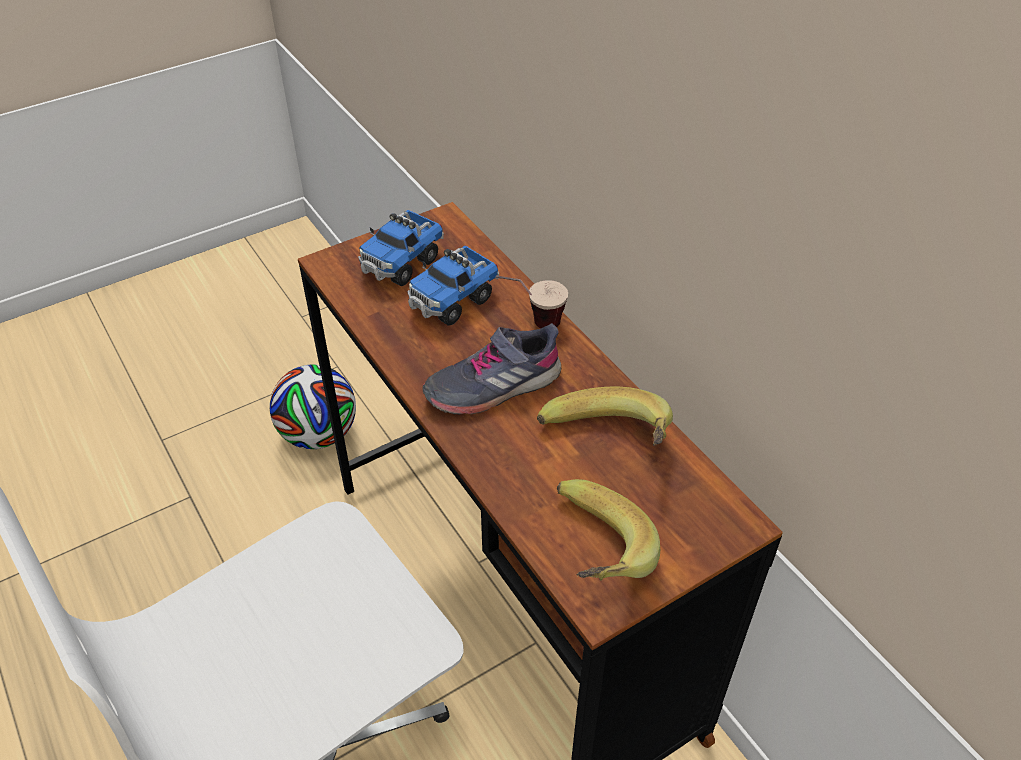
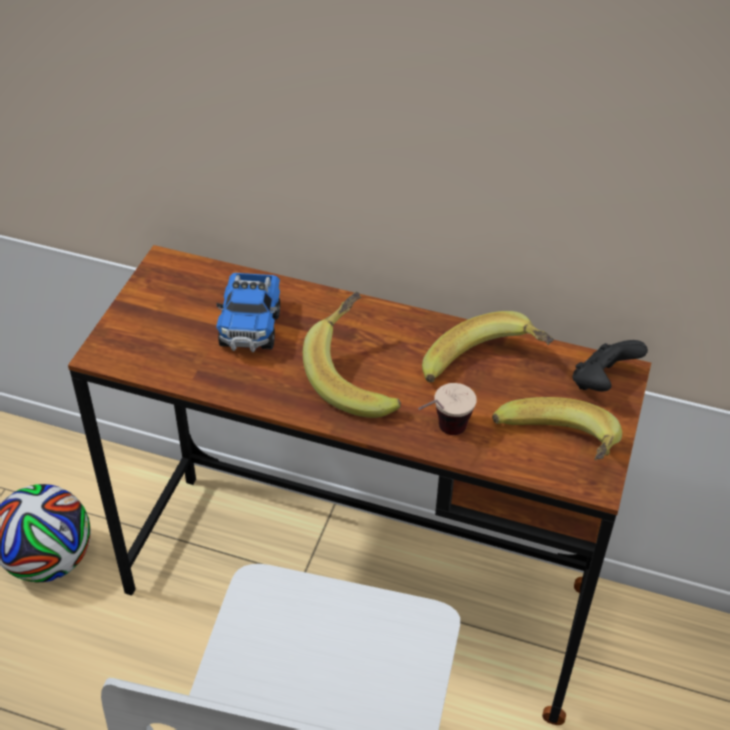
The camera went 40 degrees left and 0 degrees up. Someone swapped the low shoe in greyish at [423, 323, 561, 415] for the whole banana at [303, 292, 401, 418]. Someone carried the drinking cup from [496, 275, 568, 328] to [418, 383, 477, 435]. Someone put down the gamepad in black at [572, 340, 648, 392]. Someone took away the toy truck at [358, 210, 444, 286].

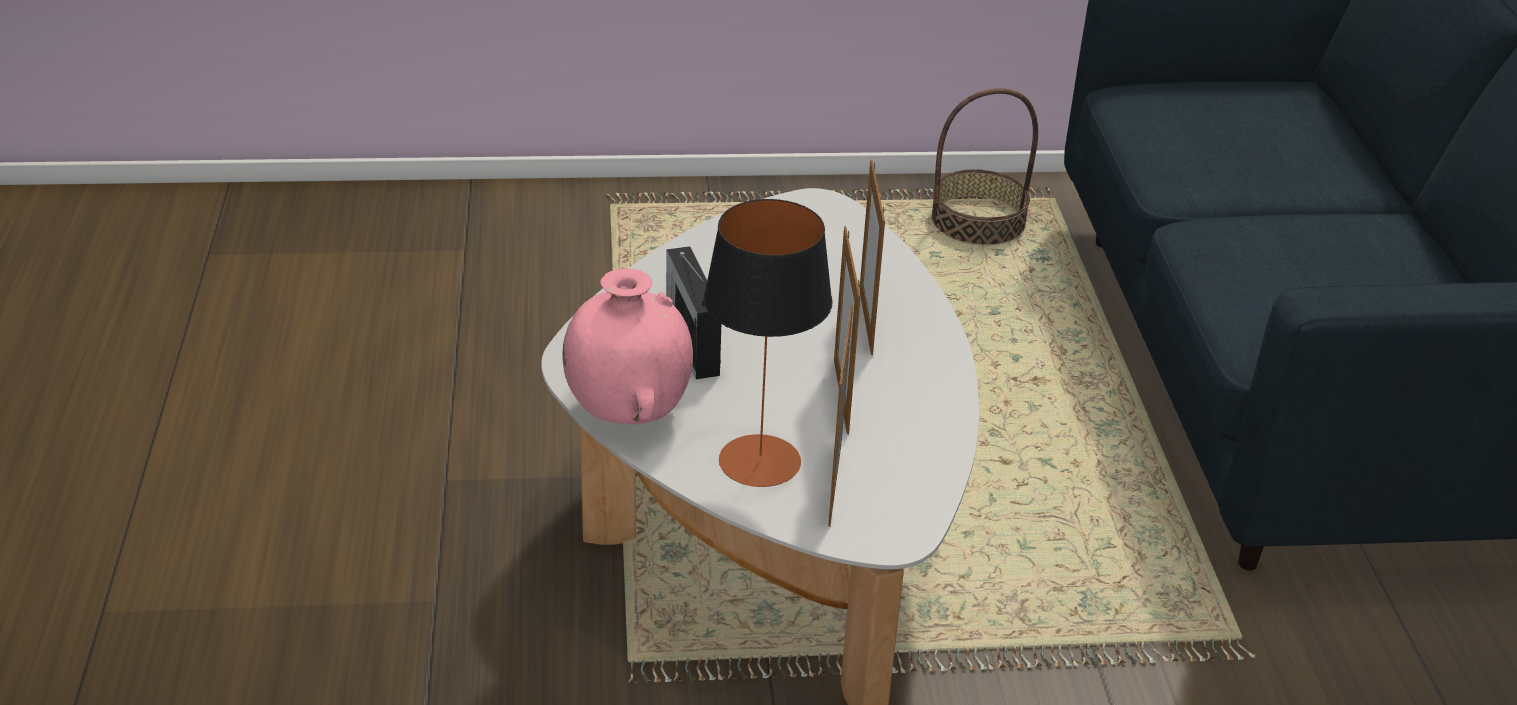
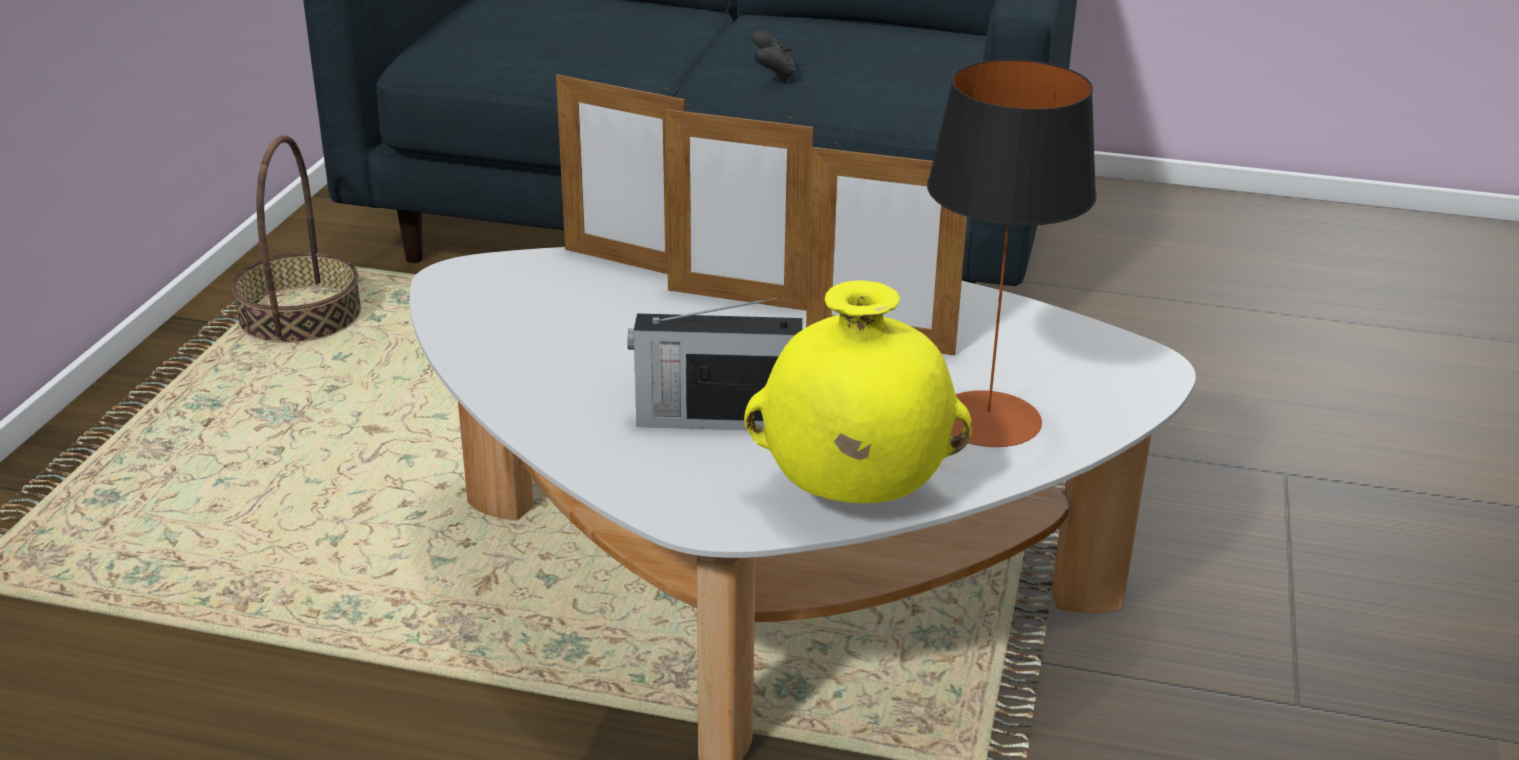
The camera went 70 degrees left and 5 degrees down. Someone carried the photo frame from [828, 306, 853, 527] to [556, 71, 686, 274]. Someone repainted the decorative vase in pink at [563, 268, 693, 425], which became the decorative vase in yellow-coloured at [744, 281, 972, 503]. Someone put down the gamepad in black at [751, 31, 796, 83].

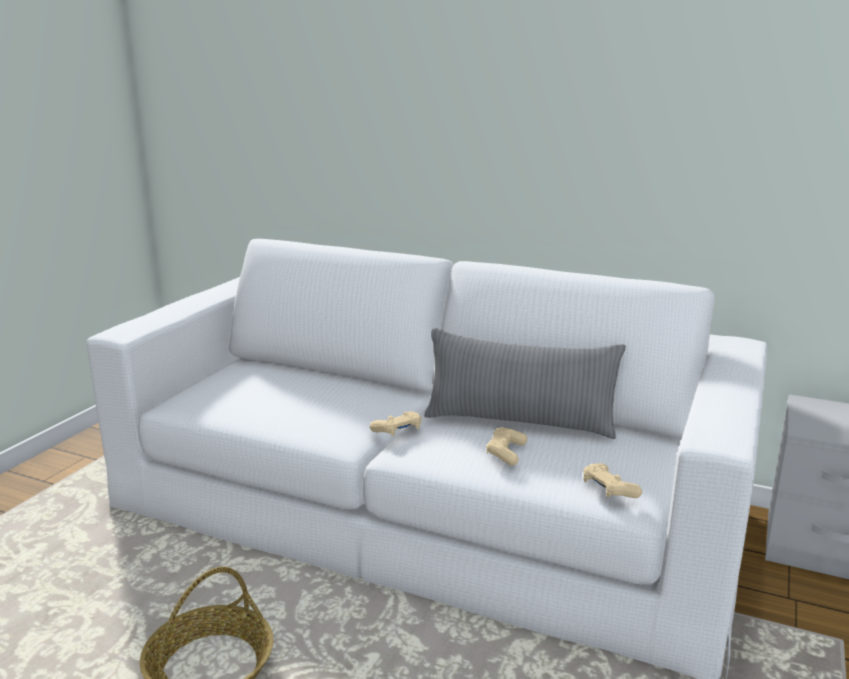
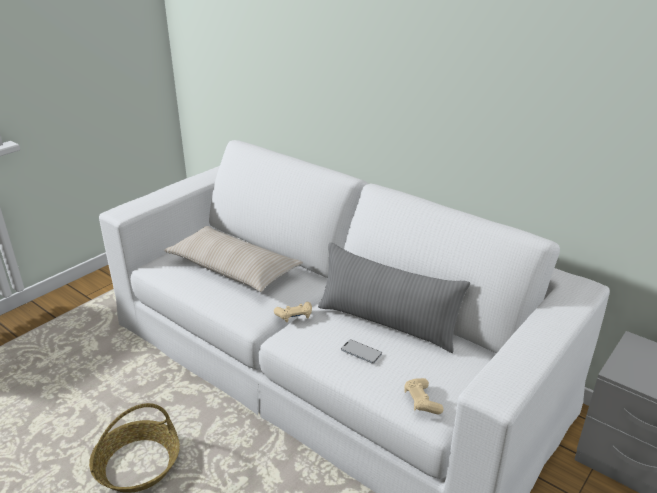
The camera went 15 degrees right and 10 degrees up. Someone put down the throw pillow in sand-coloured at [164, 226, 303, 292]. Someone swapped the gamepad in sand-coloured at [486, 427, 527, 465] for the handset at [341, 339, 382, 364].

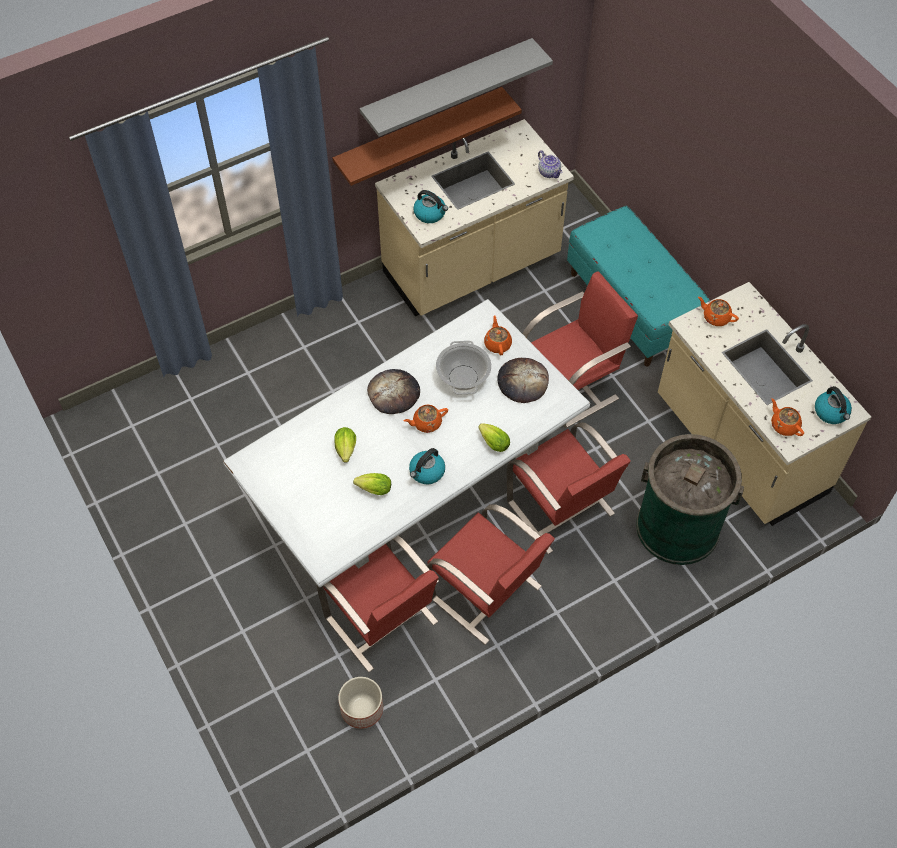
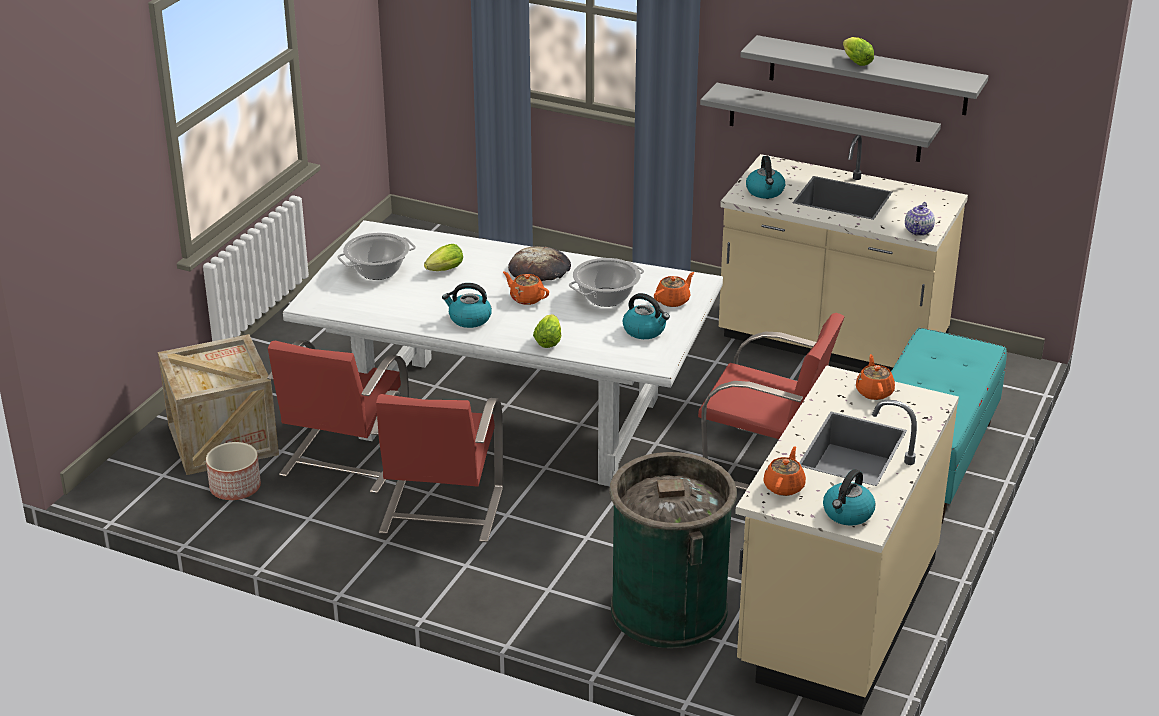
The camera went 55 degrees right and 25 degrees down. Someone put down the shipping crate at [158, 334, 279, 475]. Someone put down the cooking pot at [337, 233, 416, 280]. Someone swapped the baked bread at [498, 358, 549, 403] for the kettle at [623, 293, 670, 339]. Someone repainted the bracket shelf in brownish at [333, 87, 522, 186], which became the bracket shelf in greyish at [700, 83, 941, 162]. Someone carried the head of lettuce from [353, 473, 391, 495] to [843, 37, 874, 66]. Someone took away the upright chair in reddish at [507, 422, 631, 554].

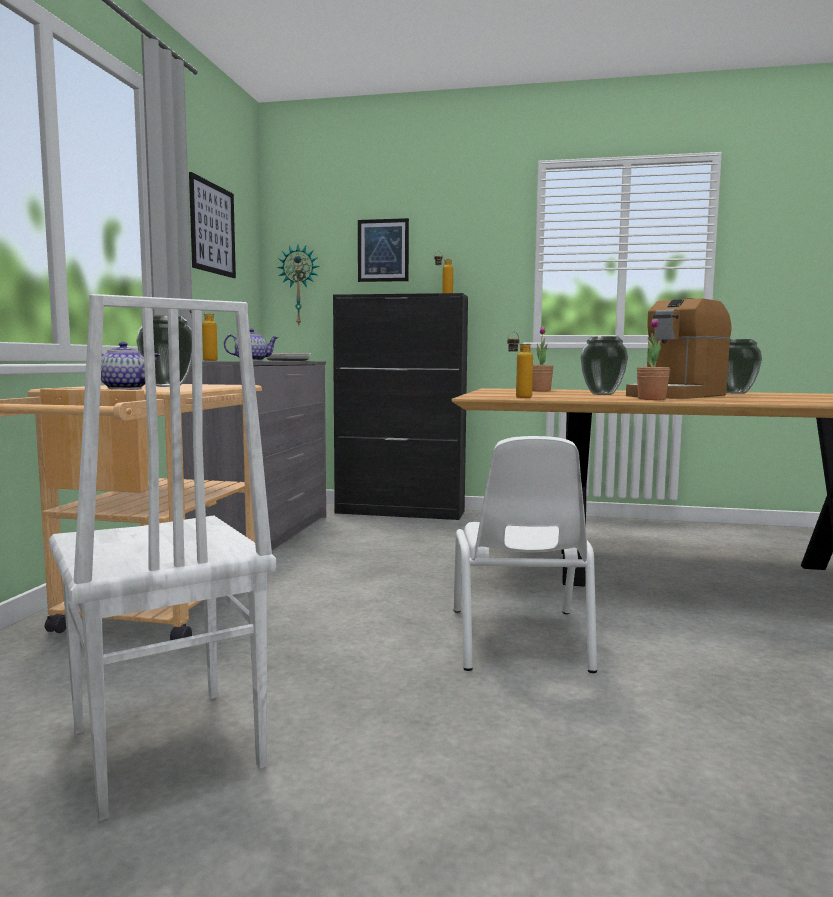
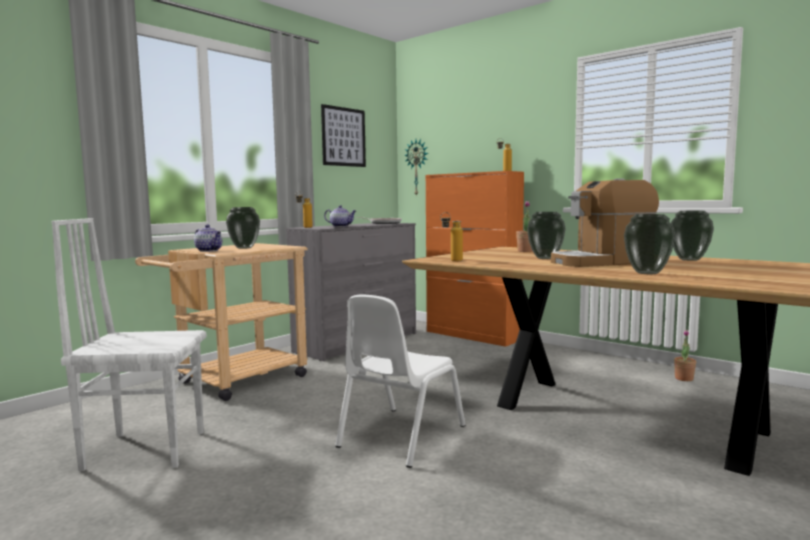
The camera went 30 degrees right and 0 degrees up. Someone rotated the upright chair in whitish at [49, 294, 276, 821] by 90 degrees clockwise. Someone repainted the storage cabinet in black at [333, 293, 468, 520], which became the storage cabinet in orangey at [426, 171, 524, 347]. Someone put down the decorative vase at [624, 214, 675, 274]. Someone carried the potted plant from [637, 318, 670, 400] to [674, 330, 696, 381]. Someone took away the picture at [358, 218, 409, 282].

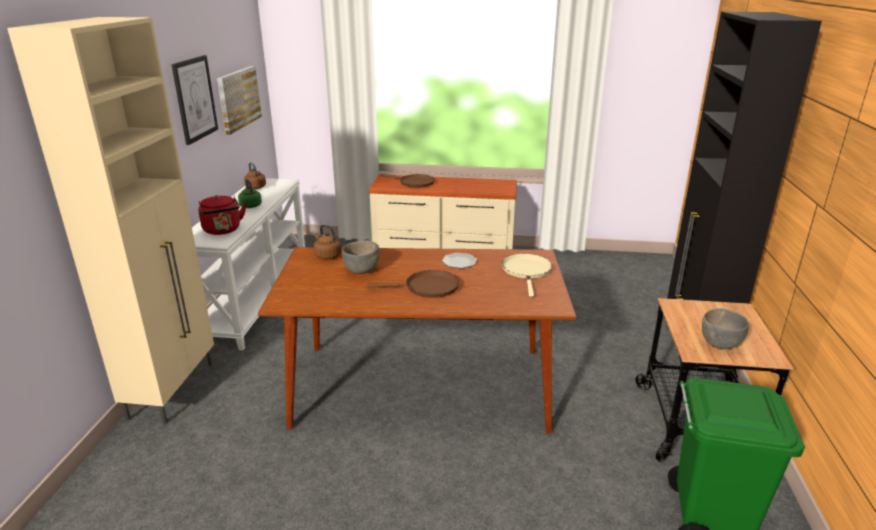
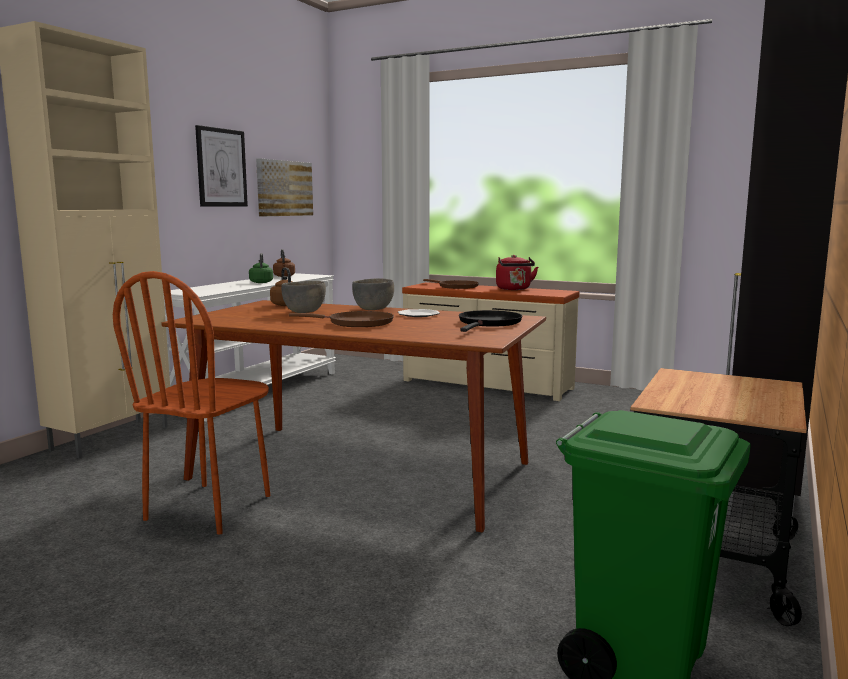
The camera went 20 degrees right and 15 degrees down. Someone put down the upright chair in brownish at [113, 271, 270, 534]. Someone carried the deep dish in greyish from [702, 308, 749, 349] to [352, 278, 394, 310]. Someone repainted the pan in sand-coloured at [502, 254, 552, 296], which became the pan in black at [459, 310, 522, 332]. Someone carried the kettle in reddish from [199, 195, 246, 235] to [496, 255, 538, 290].

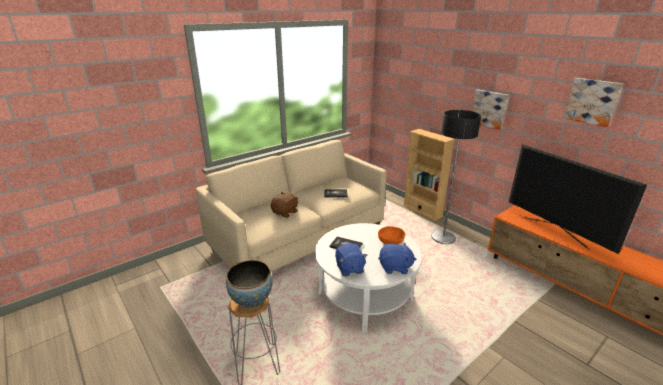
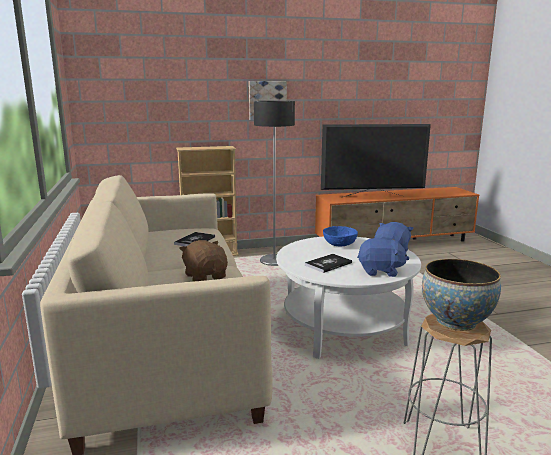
The camera went 65 degrees left and 10 degrees down. Someone repainted the deep dish in orangey at [378, 226, 405, 245], which became the deep dish in blue-coloured at [323, 226, 358, 246]. Someone took away the picture at [563, 78, 623, 127].

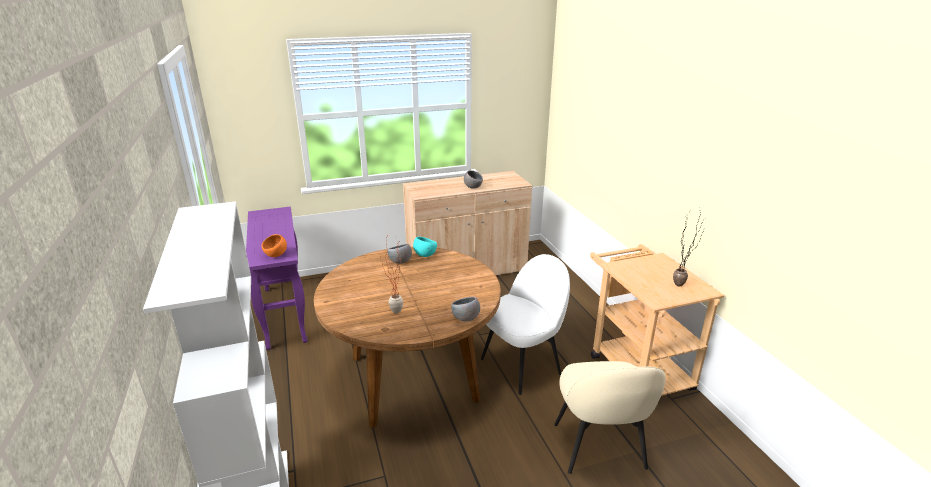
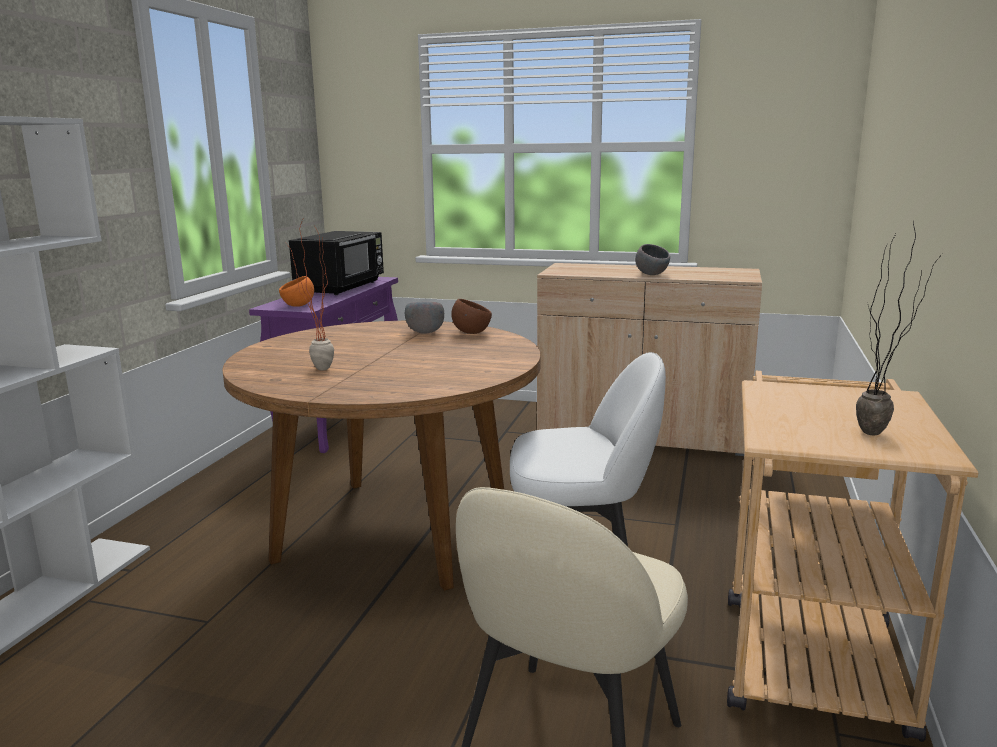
The camera went 35 degrees right and 10 degrees down. Someone put down the microwave oven in black at [289, 231, 384, 295]. Someone repainted the deep dish in turquoise at [413, 237, 437, 257], which became the deep dish in brownish at [451, 299, 492, 334]. Someone took away the deep dish in greyish at [451, 297, 480, 322].

